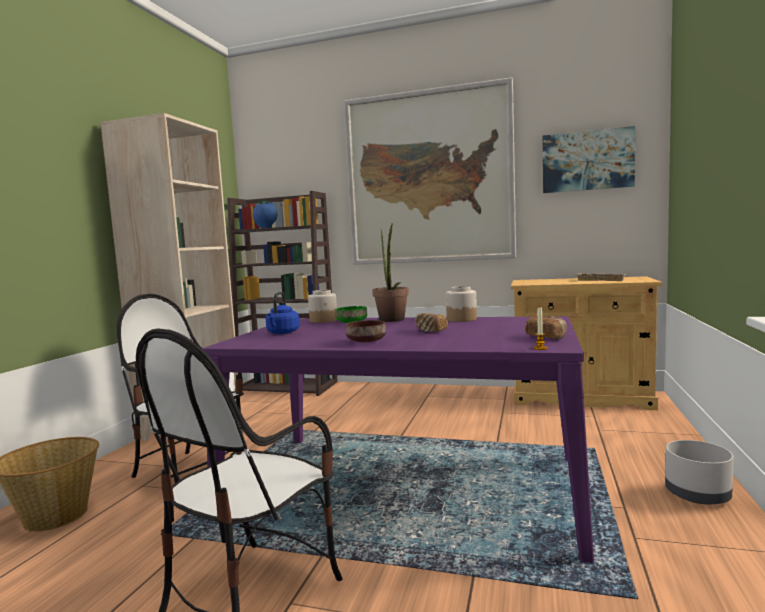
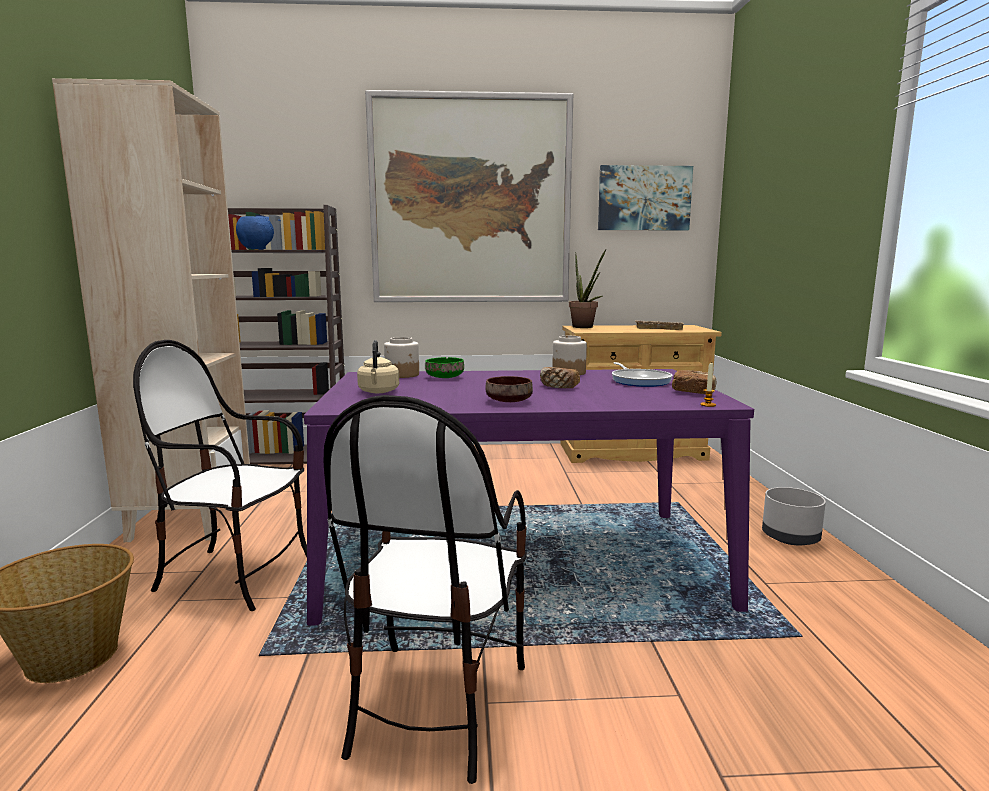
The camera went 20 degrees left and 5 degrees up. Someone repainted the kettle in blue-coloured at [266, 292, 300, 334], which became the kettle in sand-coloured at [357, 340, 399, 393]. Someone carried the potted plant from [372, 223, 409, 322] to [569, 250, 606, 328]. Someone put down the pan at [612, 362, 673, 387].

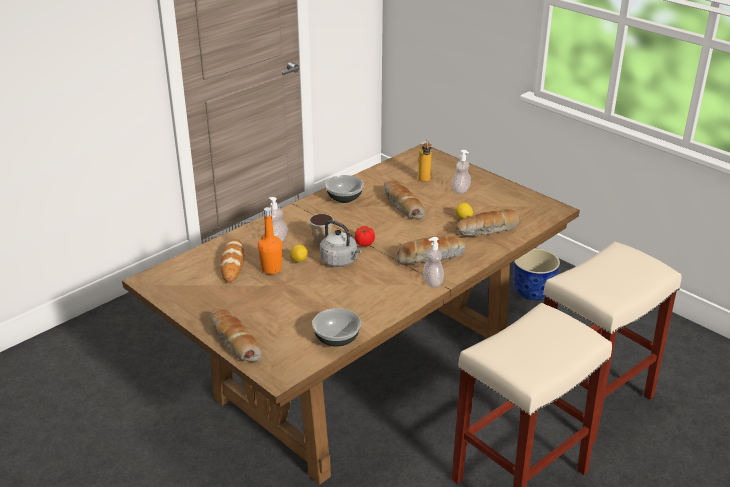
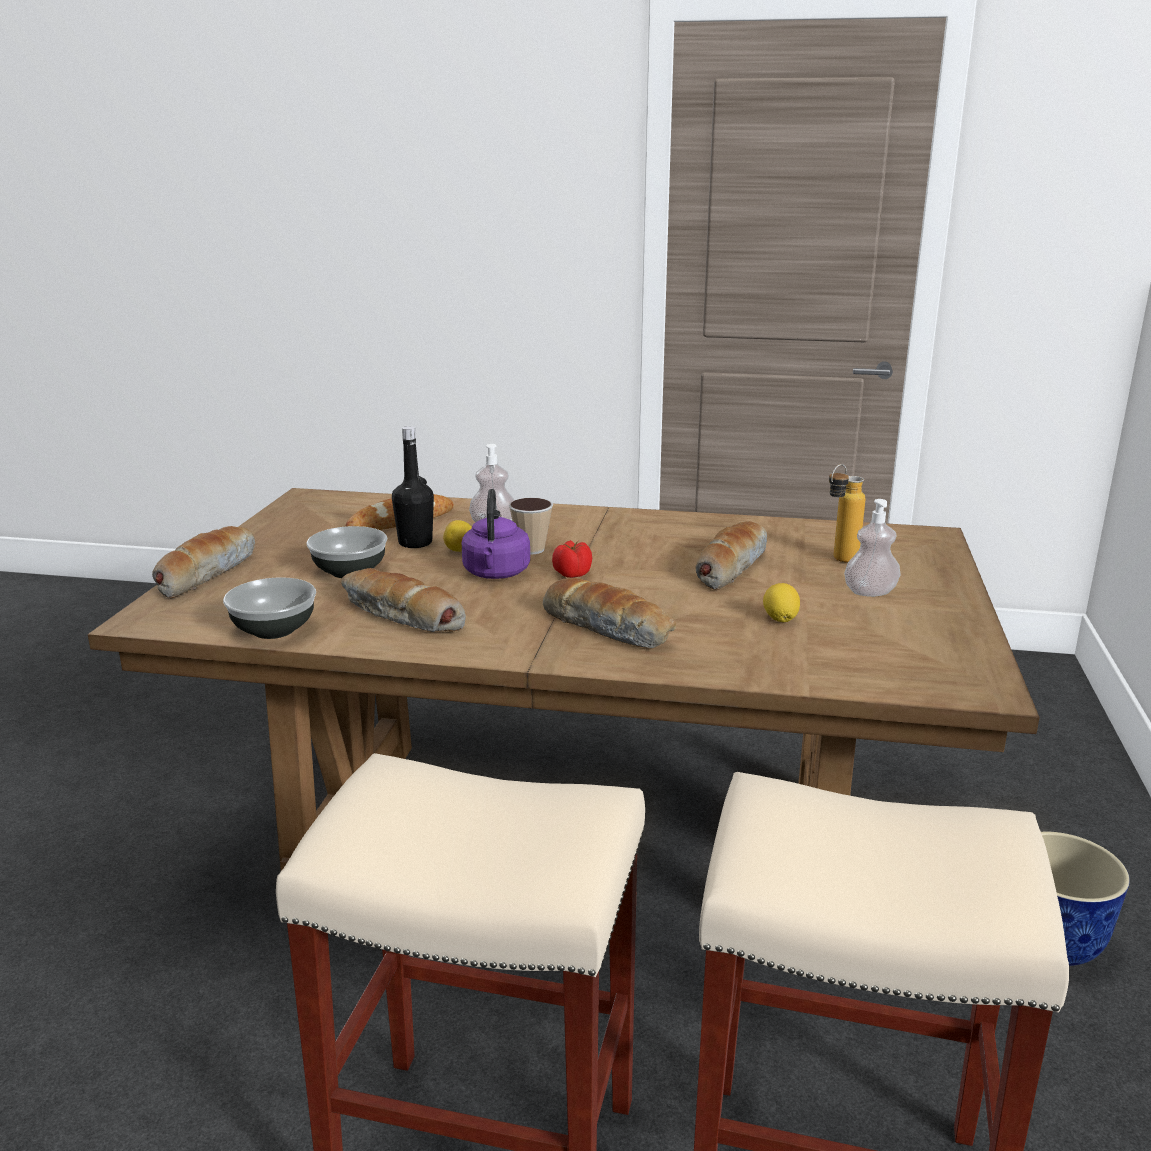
The camera went 55 degrees right and 10 degrees down. Someone carried the deep dish from [325, 175, 364, 203] to [306, 526, 387, 578]. Someone carried the baked bread from [456, 209, 520, 236] to [341, 568, 466, 632]. Someone repainted the beverage bottle in orangey at [258, 207, 282, 274], which became the beverage bottle in black at [392, 426, 434, 548]. Someone repainted the kettle in greyish at [320, 220, 362, 267], which became the kettle in purple at [461, 489, 530, 579]. Someone took away the liquid soap bottle at [423, 237, 444, 287].

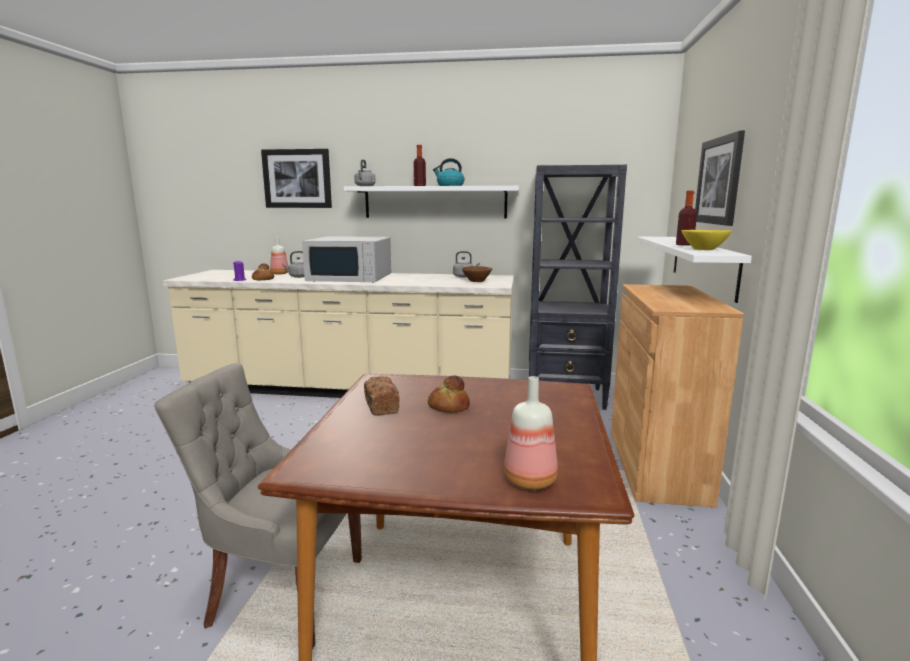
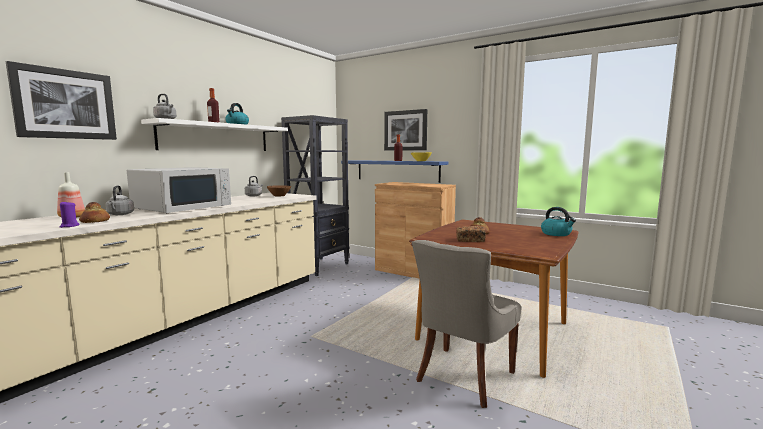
The camera went 65 degrees left and 5 degrees down. Someone repainted the bracket shelf in whitish at [637, 236, 752, 303], which became the bracket shelf in blue-coloured at [341, 160, 448, 183]. Someone swapped the beverage bottle at [504, 376, 558, 490] for the kettle at [541, 207, 576, 236].

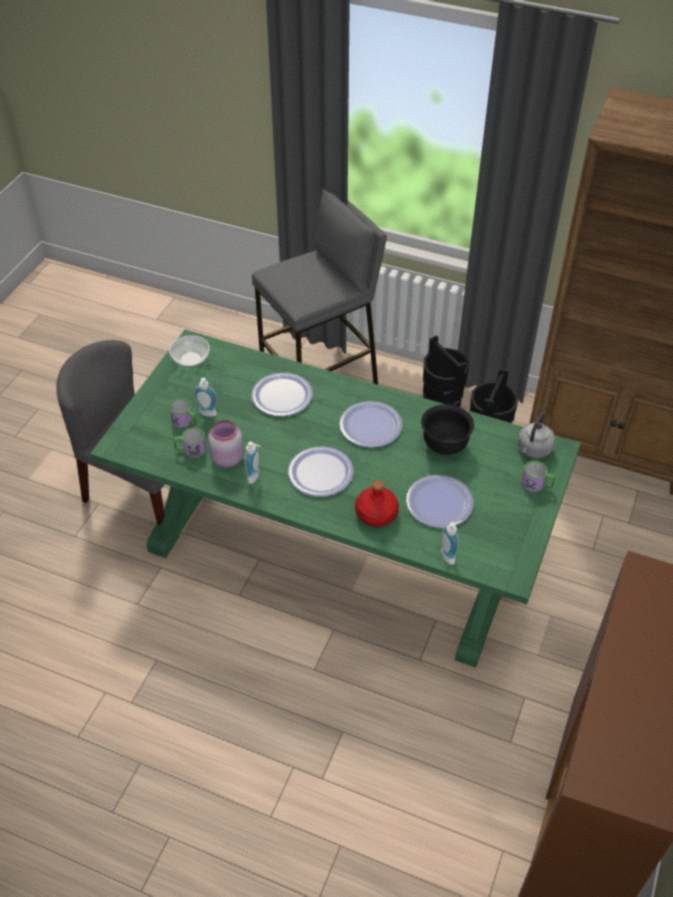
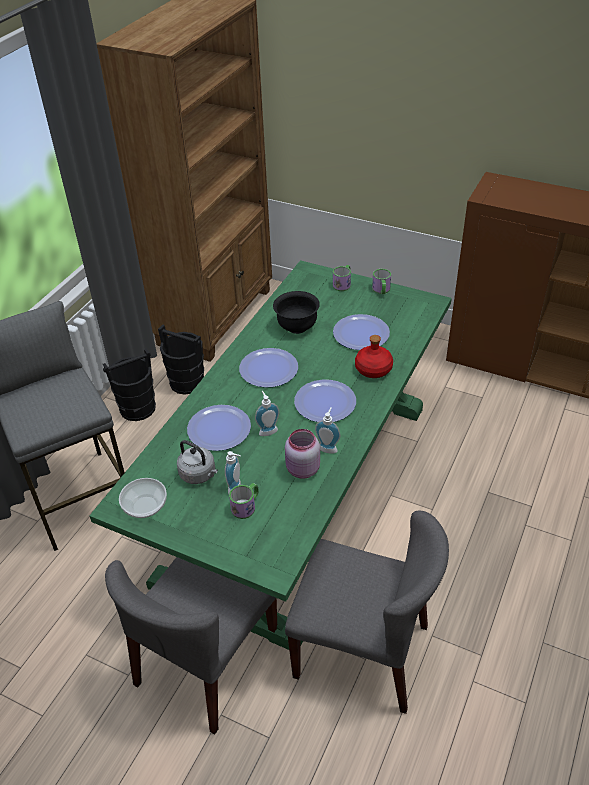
The camera went 85 degrees left and 5 degrees down. Someone carried the kettle in greyish from [518, 413, 555, 458] to [177, 440, 218, 484]. Someone carried the liquid soap bottle from [441, 520, 463, 565] to [255, 391, 280, 436]. Someone put down the upright chair in greyish at [285, 511, 449, 714]. Someone carried the coffee mug from [174, 427, 206, 458] to [372, 269, 391, 294].

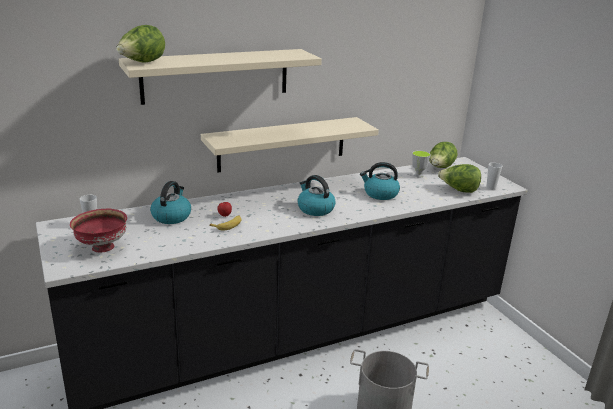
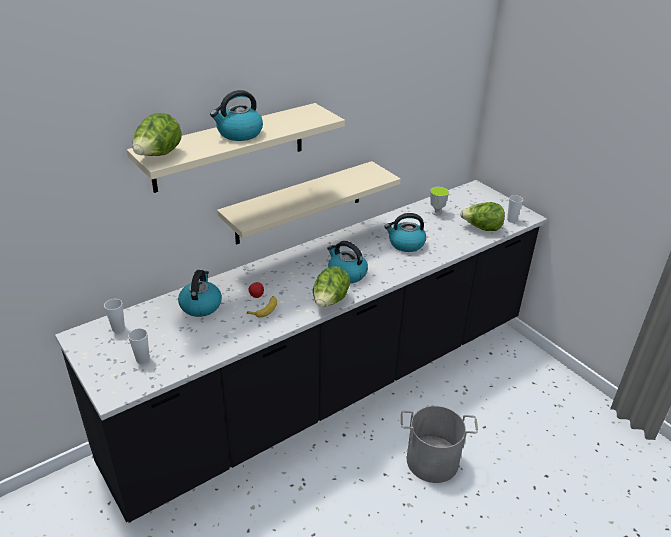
The camera went 10 degrees left and 10 degrees up. Someone swapped the deep dish in reddish at [70, 209, 127, 253] for the drinking cup at [128, 328, 149, 364]. Someone put down the kettle at [210, 90, 263, 141]. Someone carried the head of lettuce from [429, 142, 458, 168] to [313, 267, 350, 307].

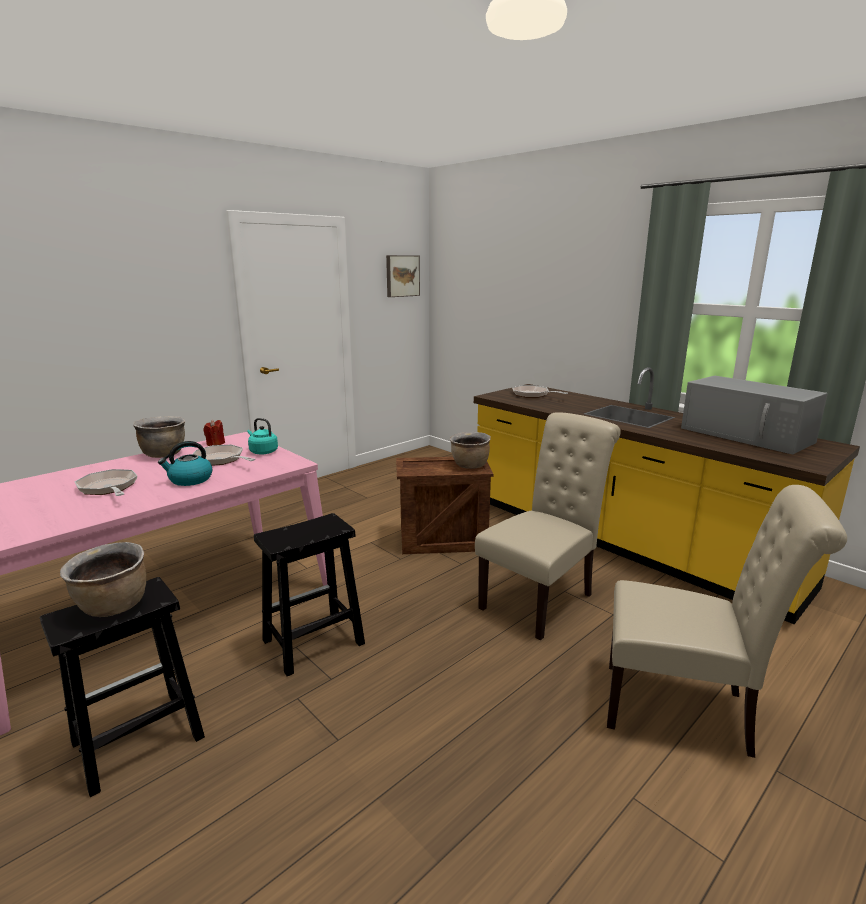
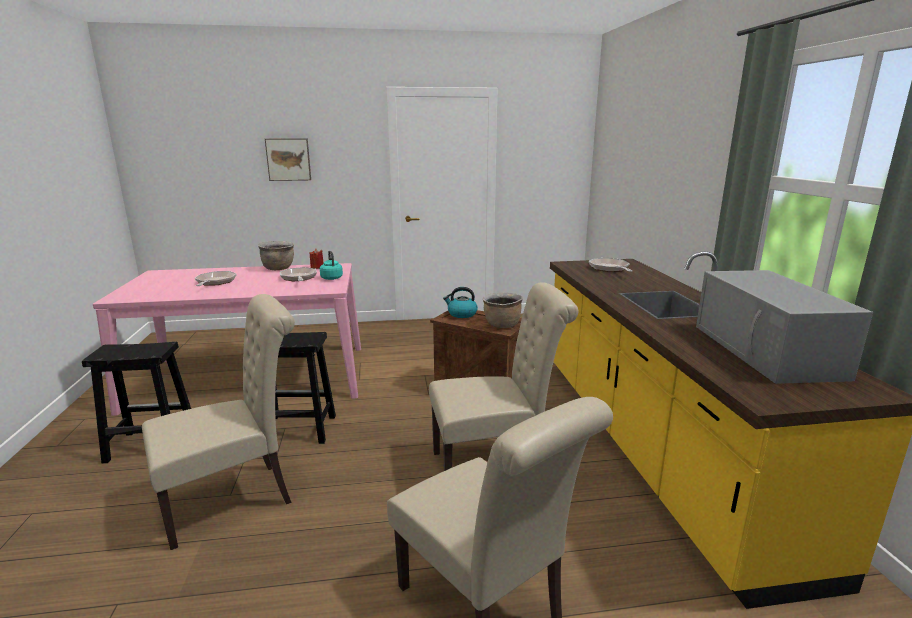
The camera went 35 degrees right and 0 degrees up. Someone put down the upright chair in sand-coloured at [142, 294, 295, 550]. Someone carried the picture from [386, 255, 420, 297] to [265, 138, 311, 181]. Someone carried the kettle from [158, 441, 212, 486] to [443, 287, 478, 318]. Someone took away the cooking pot in brownish at [60, 542, 146, 617].

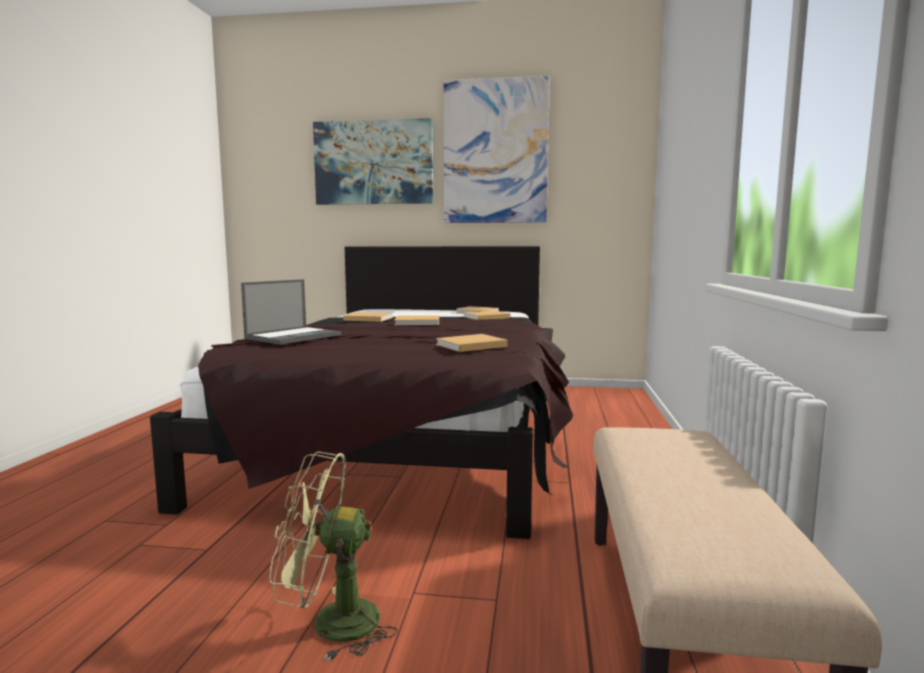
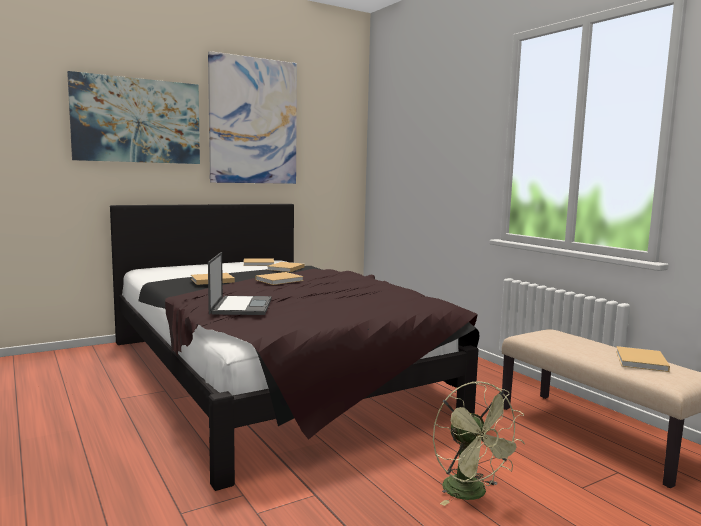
The camera went 40 degrees left and 0 degrees up. Someone rotated the fan in green-coloured at [269, 452, 397, 661] by 75 degrees counterclockwise. Someone carried the volume in sand-coloured from [436, 334, 508, 352] to [616, 346, 670, 372].

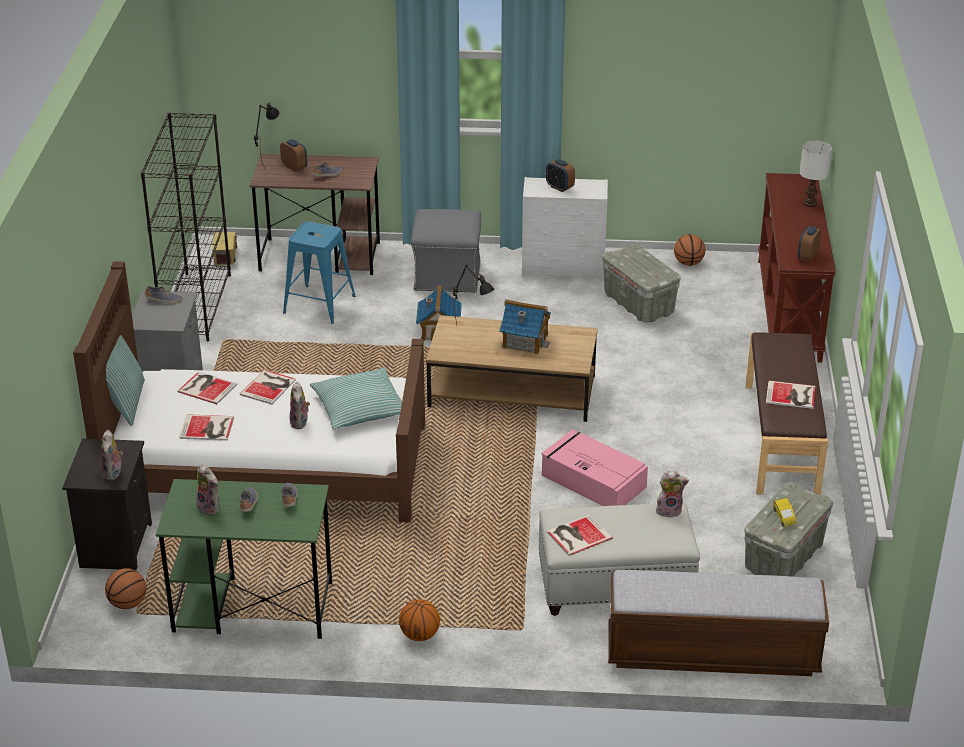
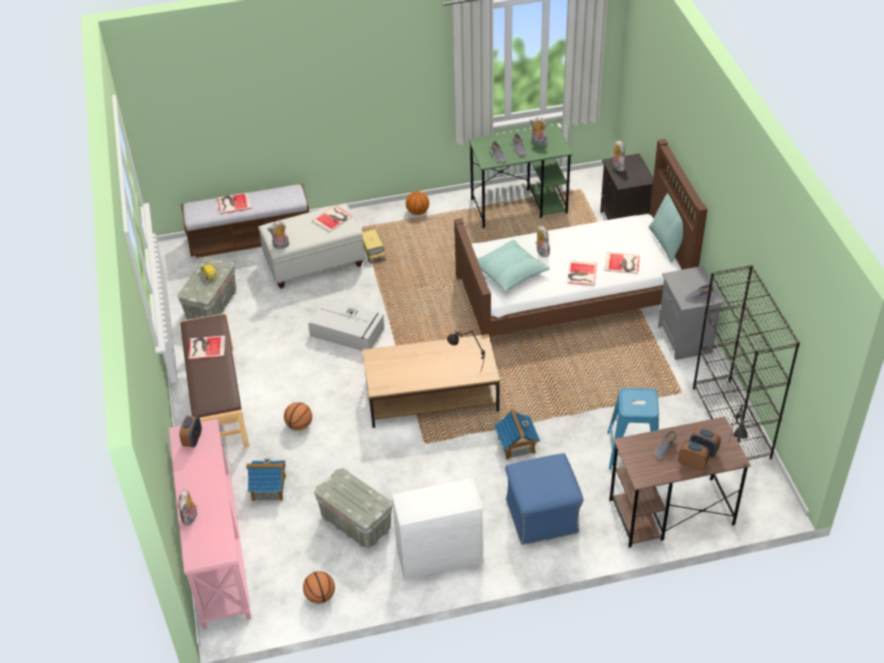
The camera went 165 degrees right and 10 degrees up. Someone repainted the hall table in brownish at [758, 173, 836, 363], which became the hall table in pink at [169, 419, 251, 629]. Someone swapped the tabletop lamp in whitish at [800, 141, 832, 207] for the soft toy at [178, 489, 197, 525]. Someone carried the volume from [179, 414, 234, 441] to [217, 192, 252, 214]. Someone carried the miniature house from [500, 299, 551, 355] to [246, 459, 286, 501]. Someone carried the basketball from [105, 568, 147, 609] to [284, 402, 312, 431]. Someone repainted the storage bin in pink at [541, 429, 648, 506], which became the storage bin in greyish at [308, 299, 384, 351]. Someone carried the toy truck from [212, 232, 237, 265] to [362, 229, 386, 264]. Someone repainted the ottoman in greyish at [411, 209, 481, 293], which became the ottoman in blue-coloured at [505, 453, 583, 545]. Someone carried the table clock from [546, 159, 575, 192] to [678, 440, 710, 471].

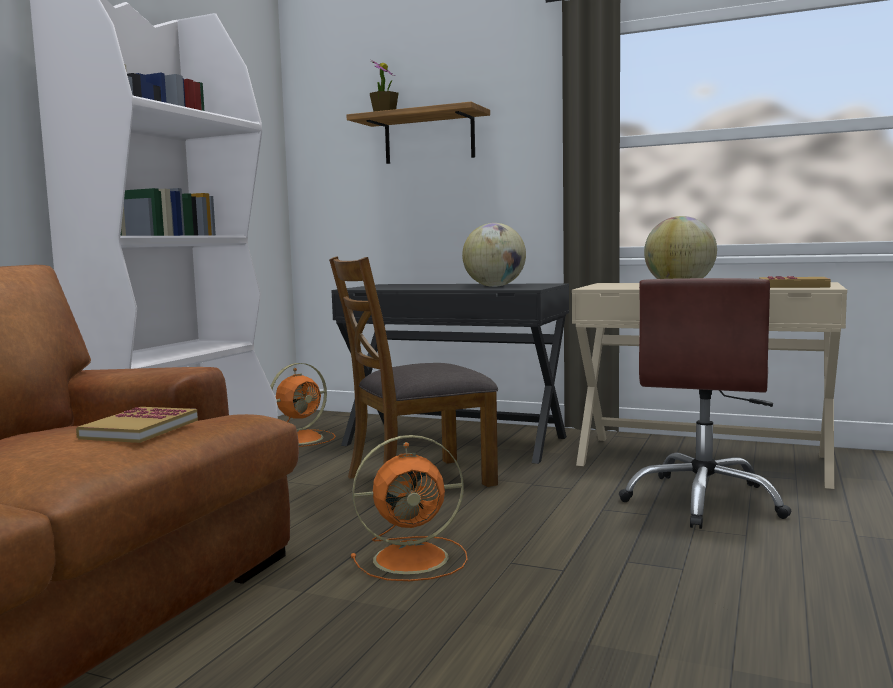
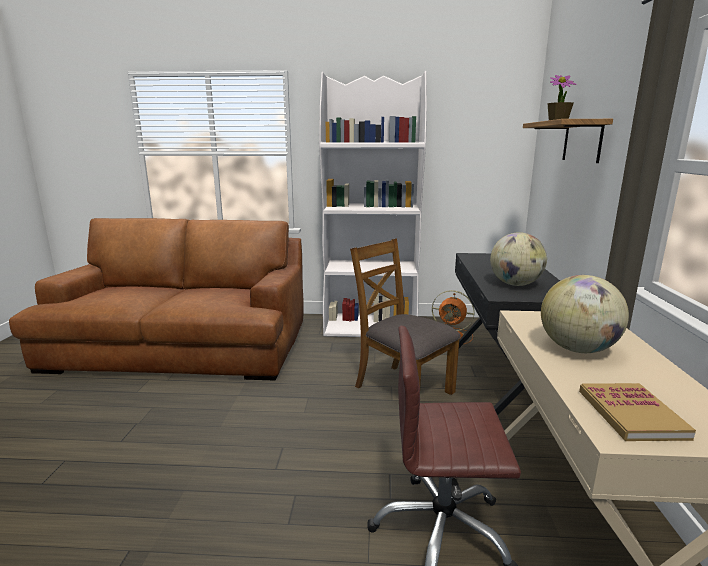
The camera went 70 degrees right and 10 degrees up. Someone took away the volume at [76, 407, 198, 443]. Someone took away the fan in orangey at [351, 435, 468, 581].

